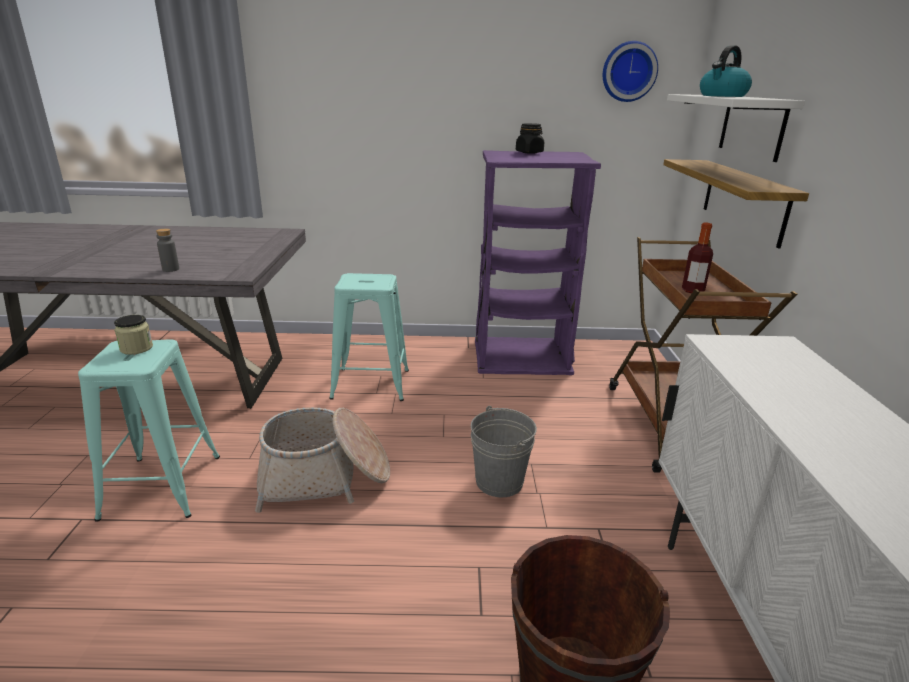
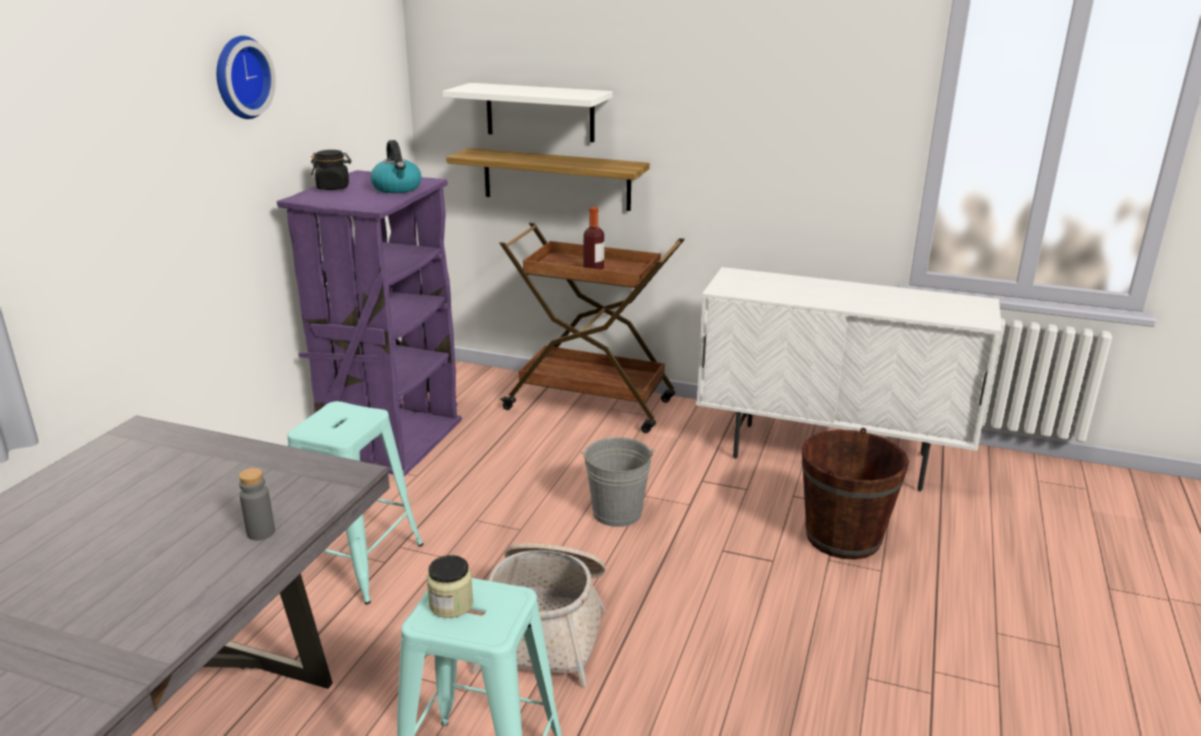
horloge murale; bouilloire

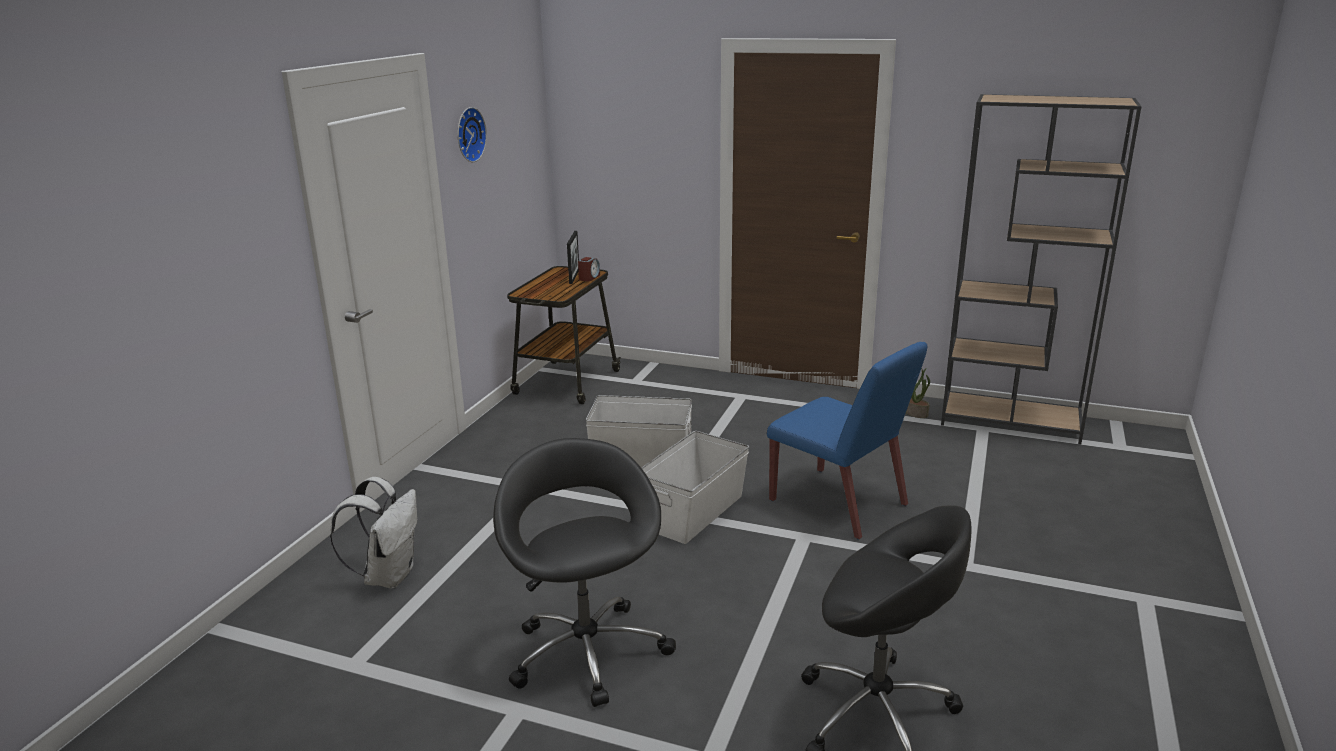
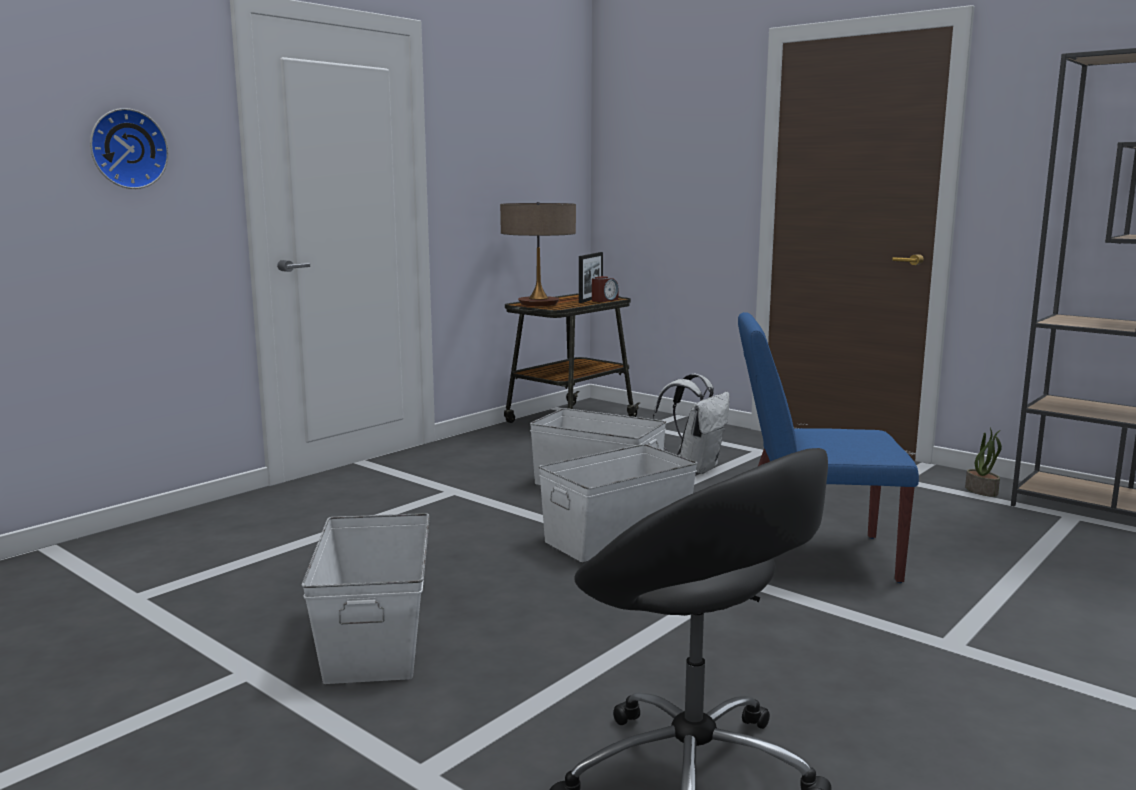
sac à dos (blanc); horloge murale; boîte de rangement (blanc) (1st from left); chaise (bleu); lampe de table

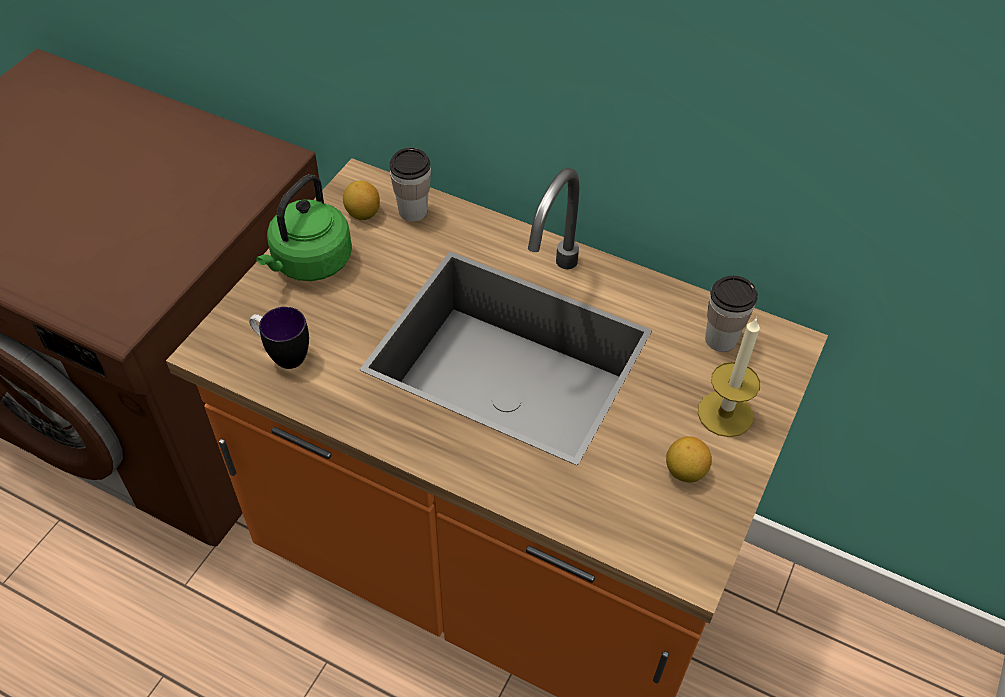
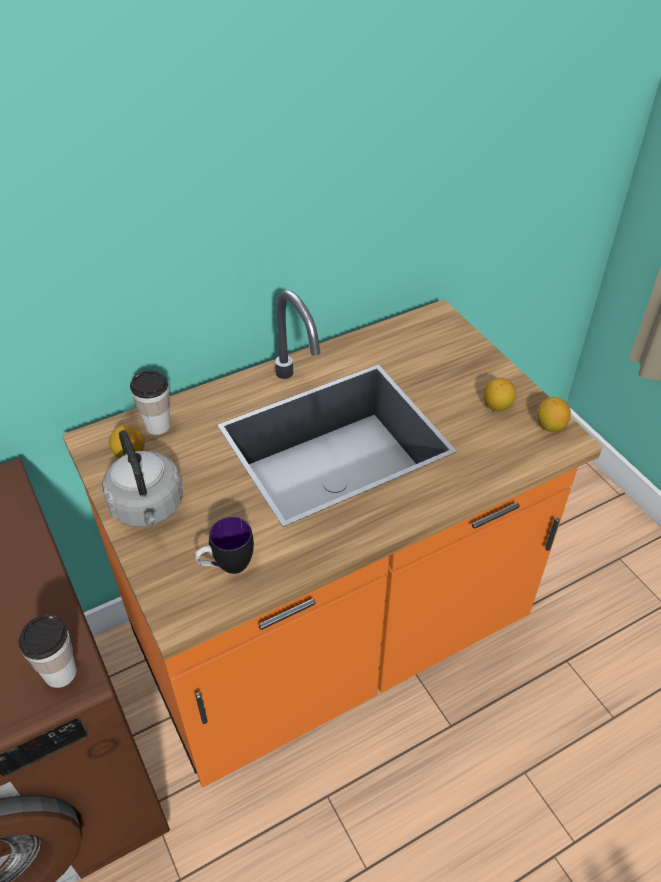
bouilloire (gris); bougie; tasse (1st from left); citron (3rd from left)

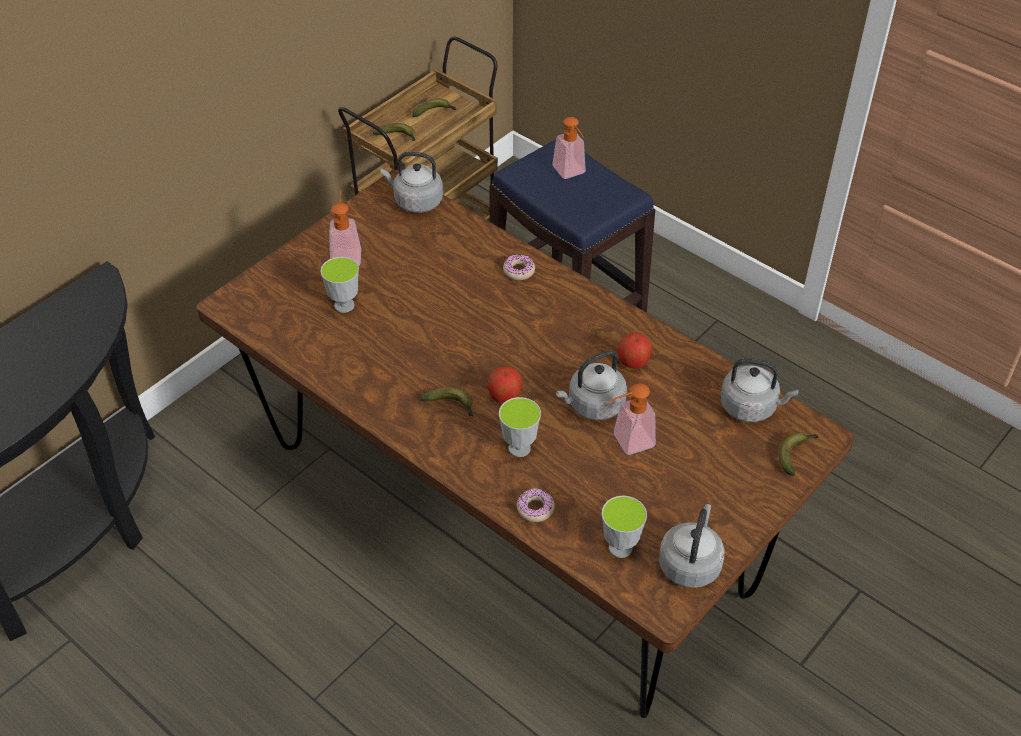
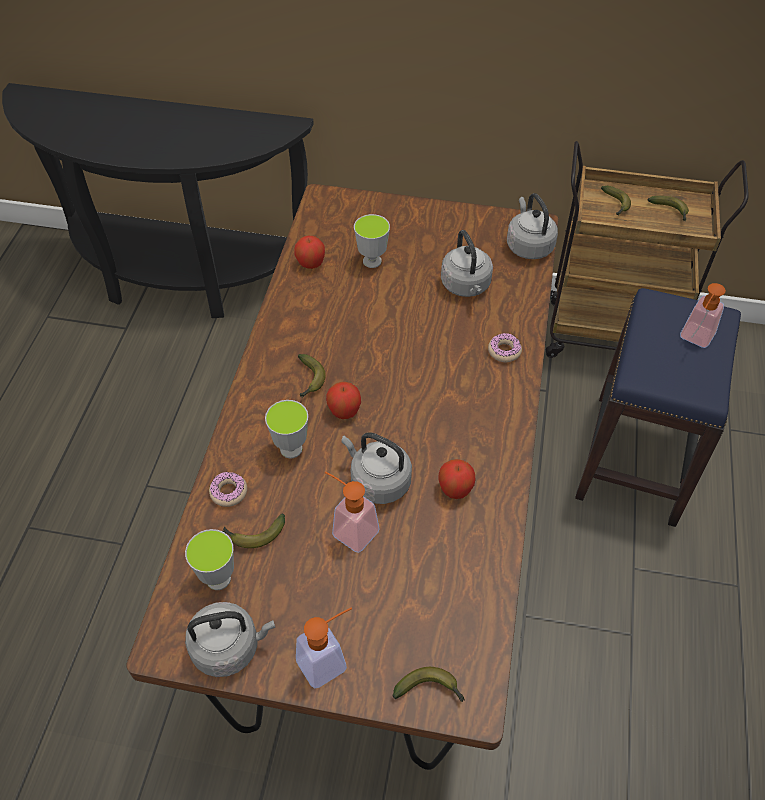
distributeur de savon (1st from left); bouilloire (gris) (3rd from left); banane (1st from left); pomme (1st from left)

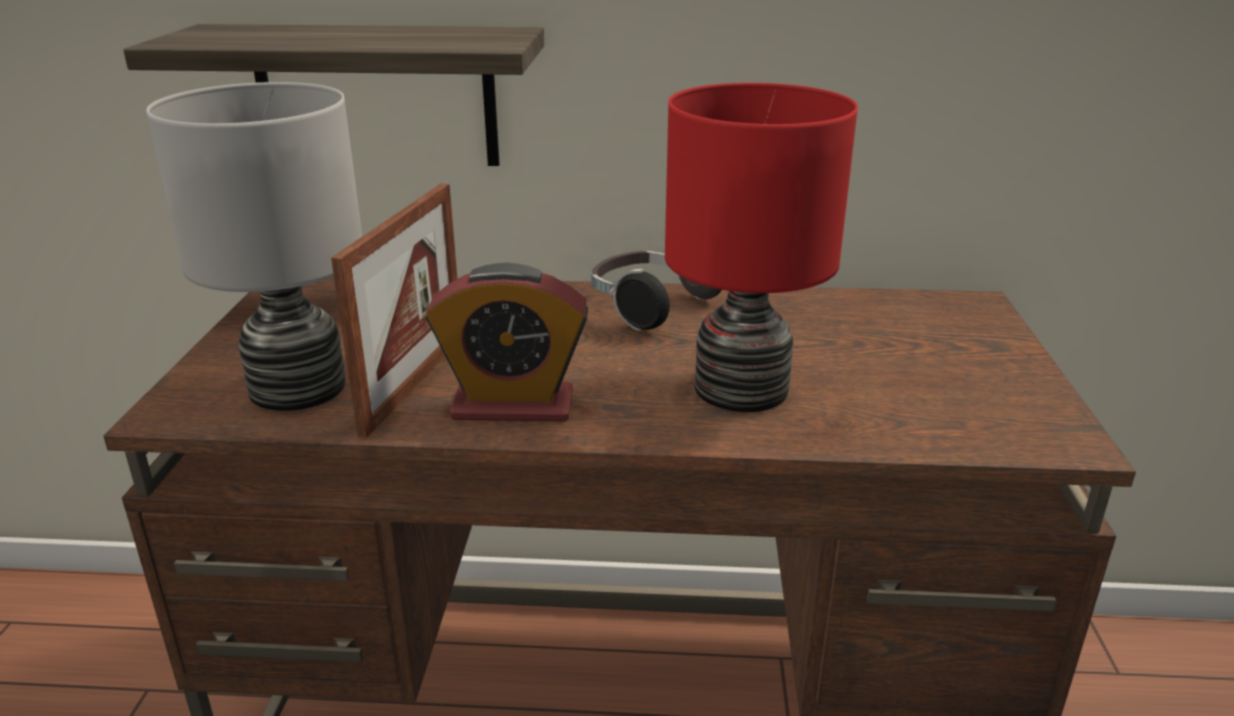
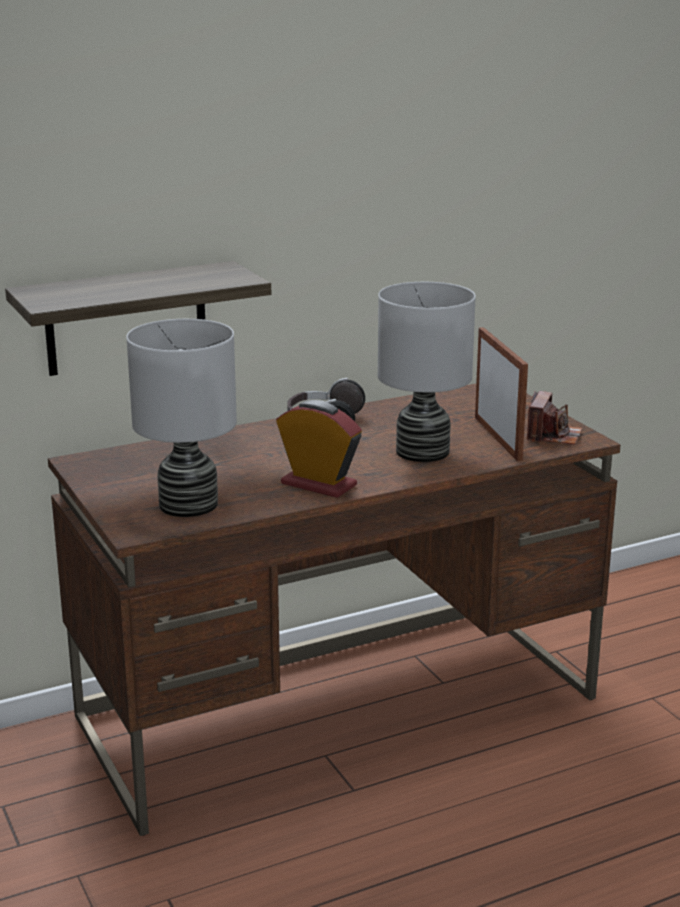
cadre photo; réveil; lampe de table (gris) (2nd from left); appareil photo

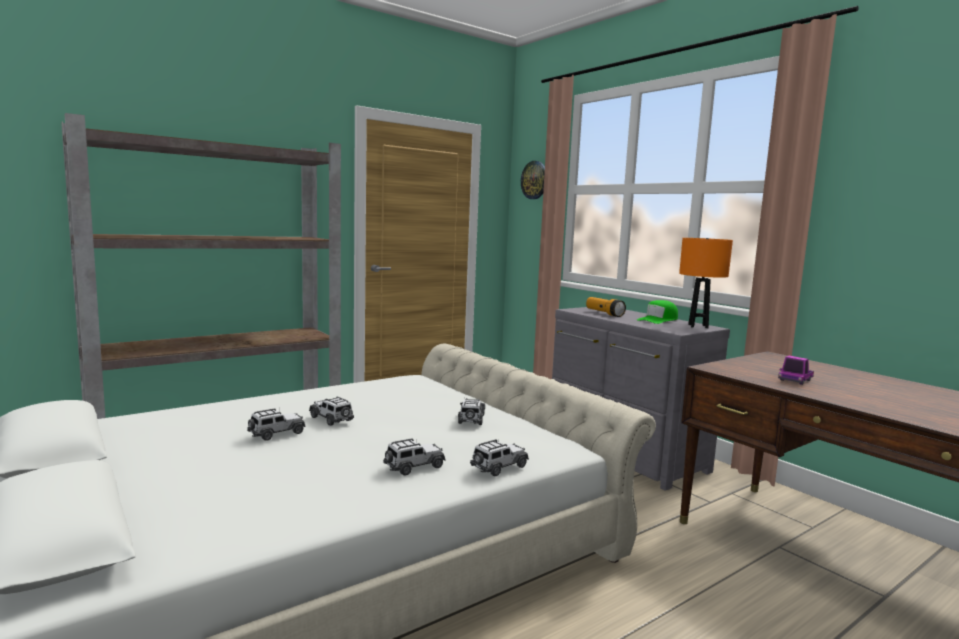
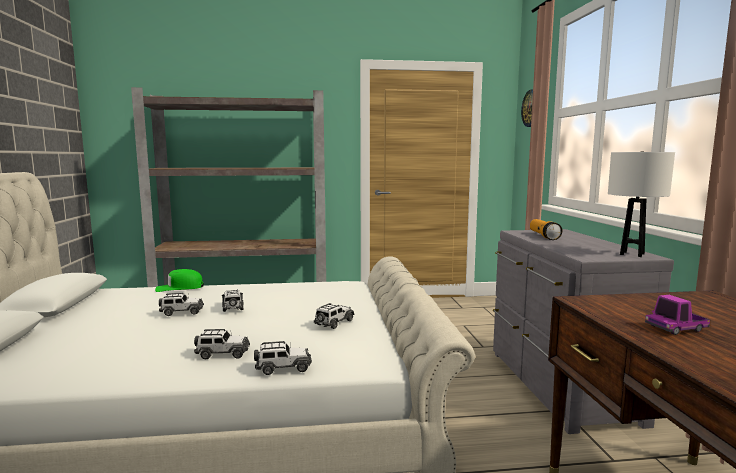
casquette (vert); lampe de table (blanc)

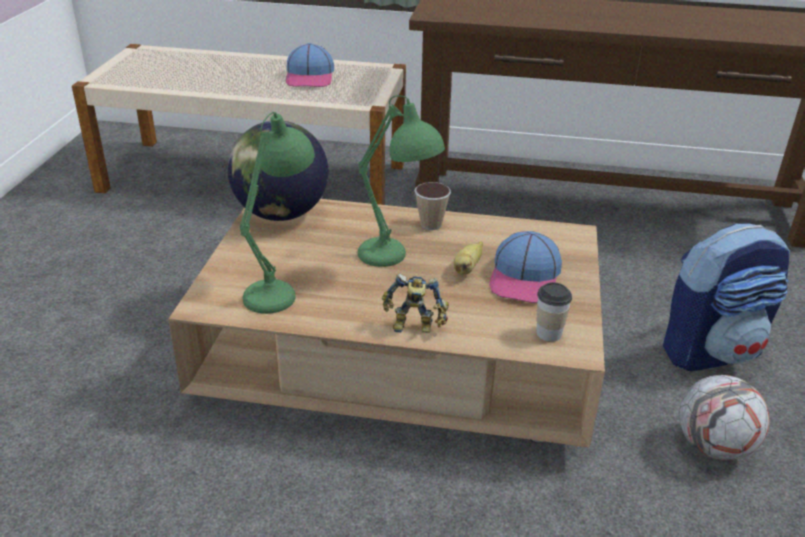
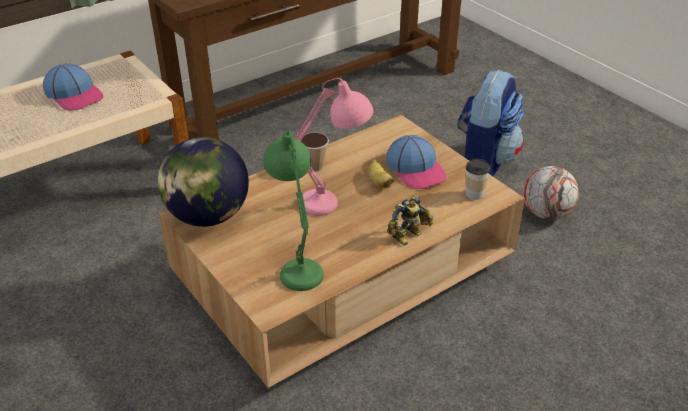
lampe de table (rose)

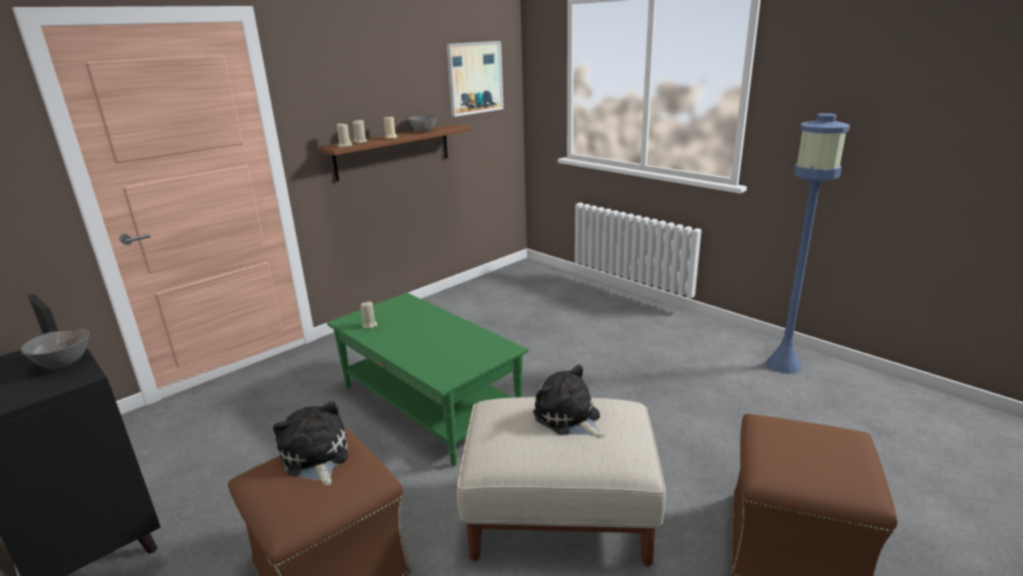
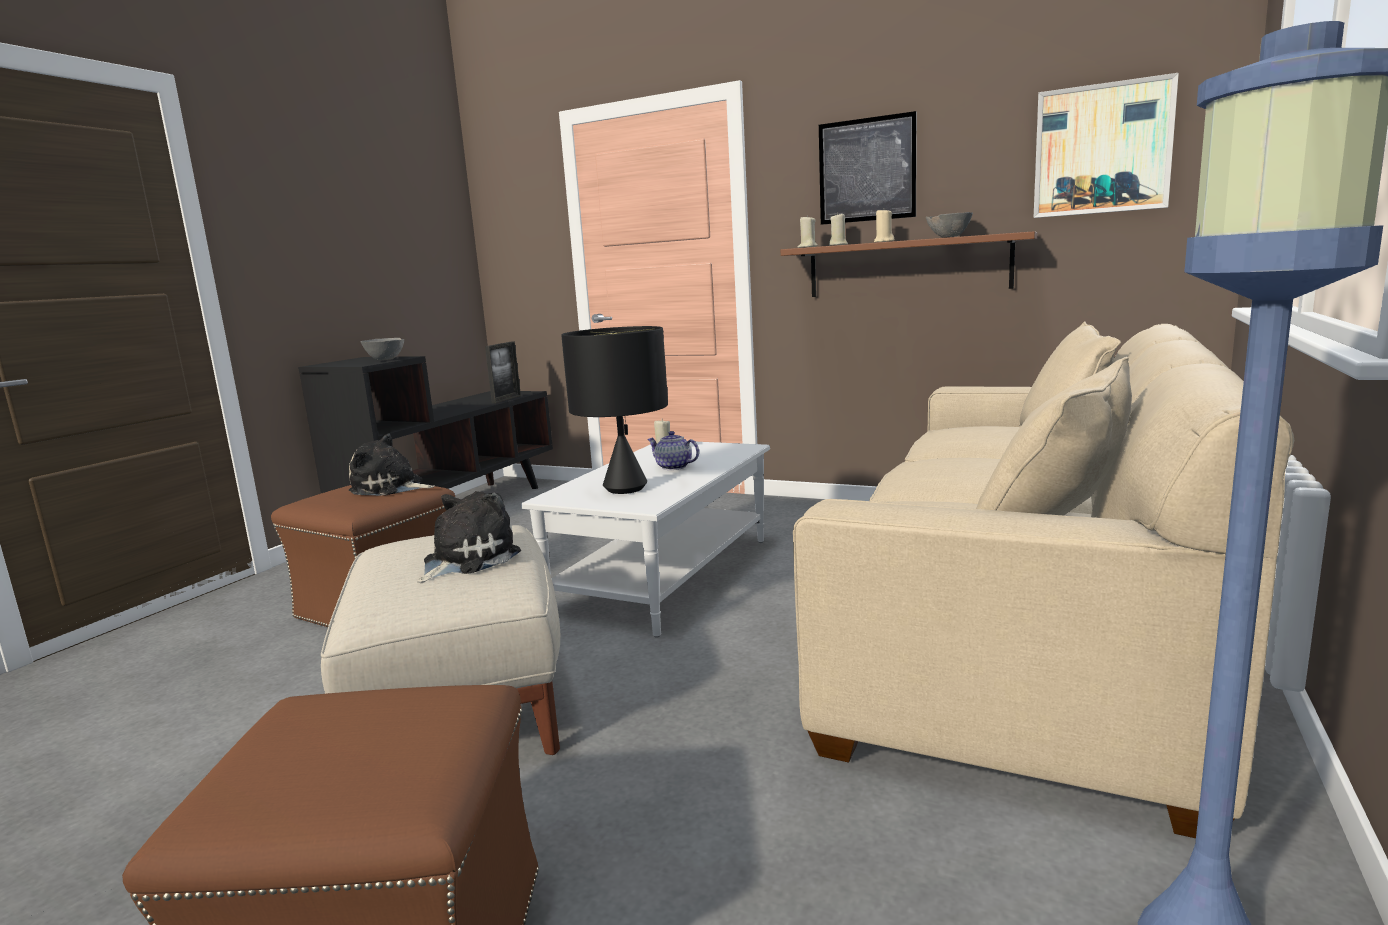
peluche (1st from left); table basse (blanc); lampe de table (noir); théière; canapé (beige); tableau (1st from left)

